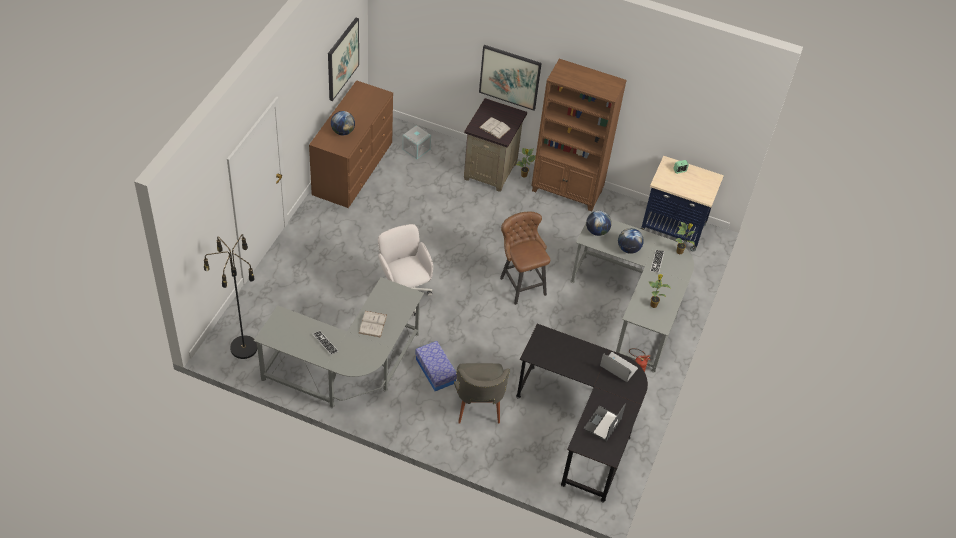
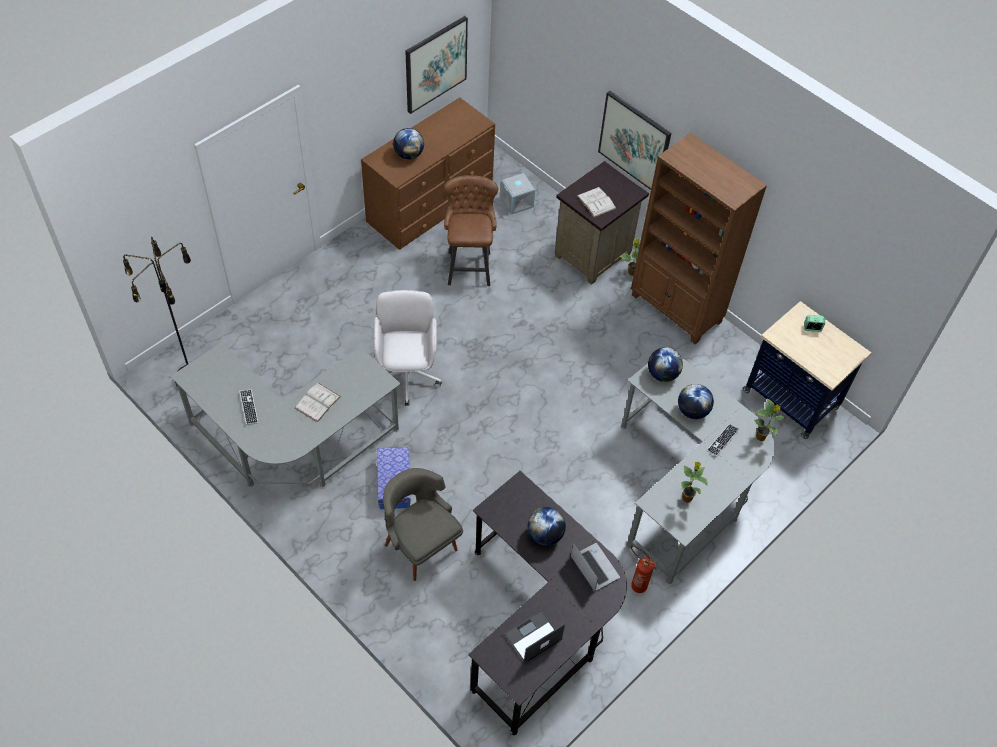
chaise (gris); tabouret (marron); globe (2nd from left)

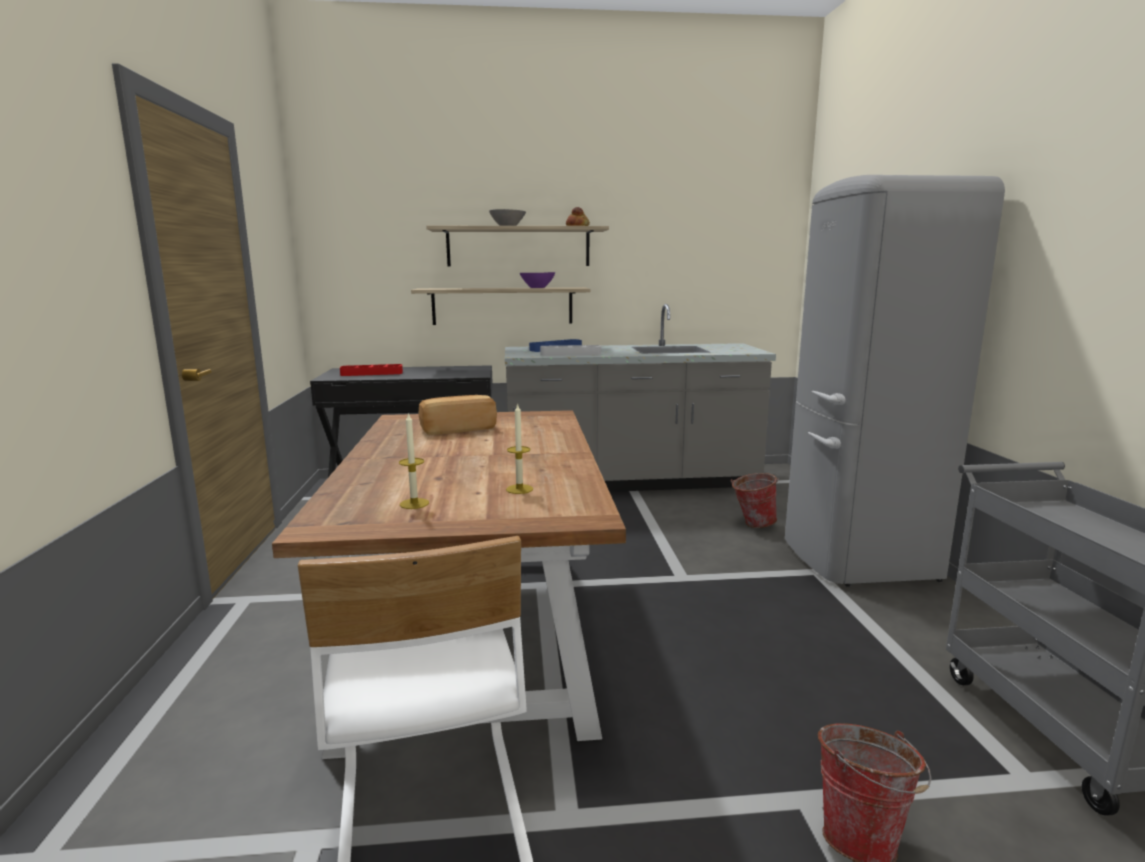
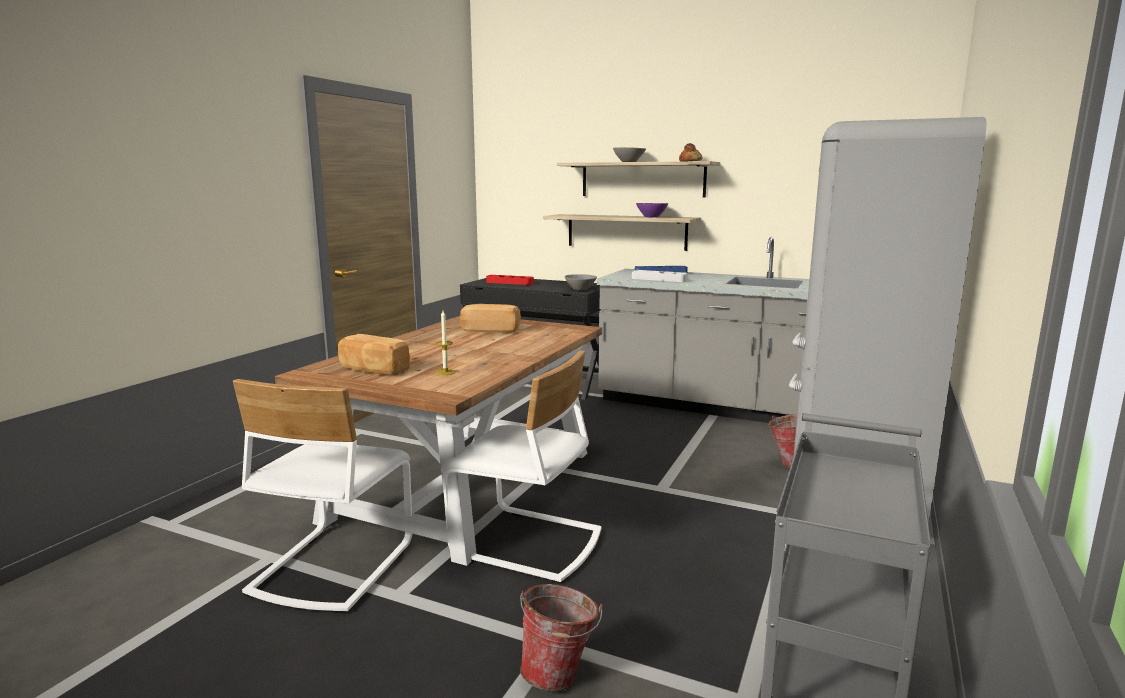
pain (1st from left); chaise (blanc) (2nd from left); bol (gris) (1st from left)

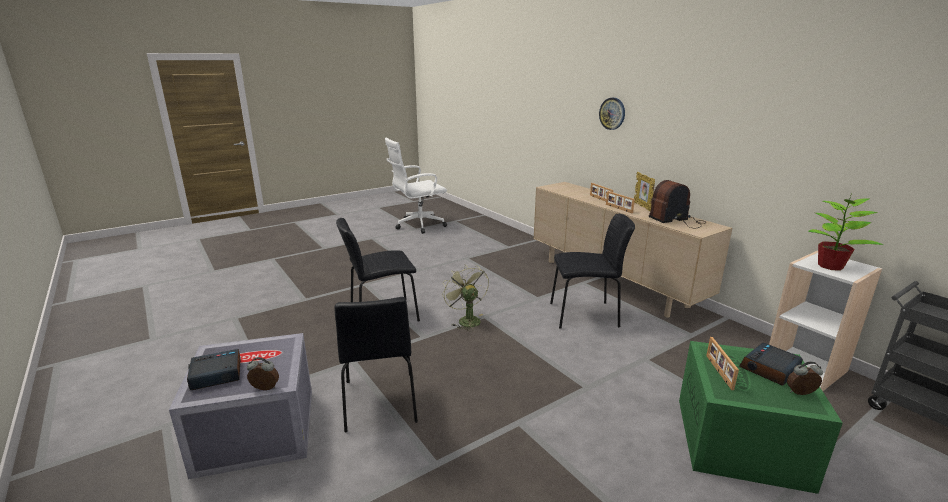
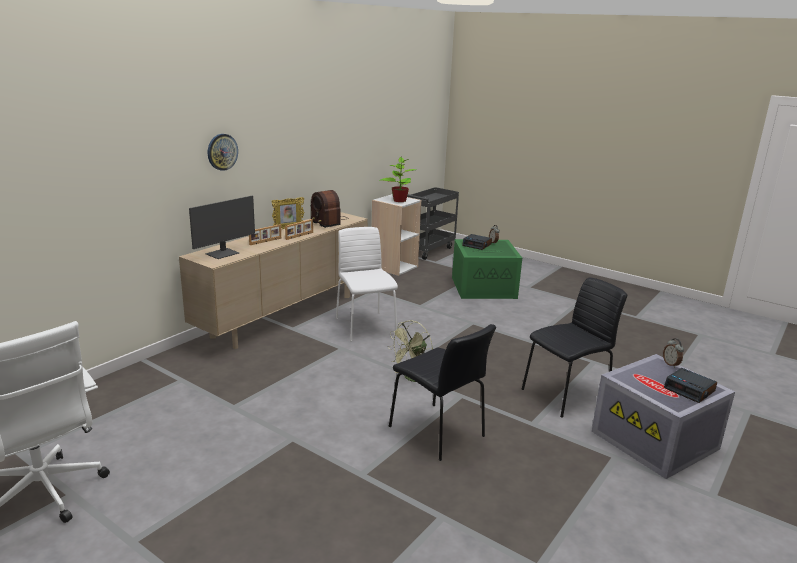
chaise (blanc); cadre photo (4th from left in the first image); écran d'ordinateur

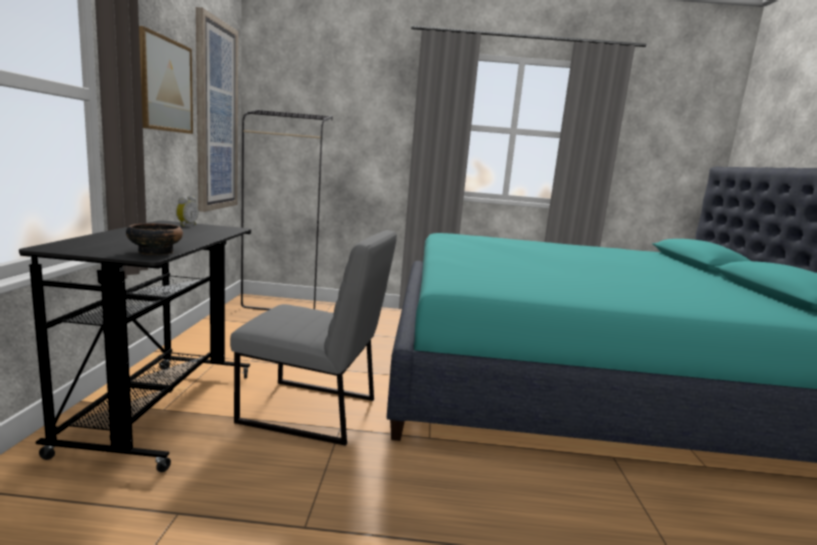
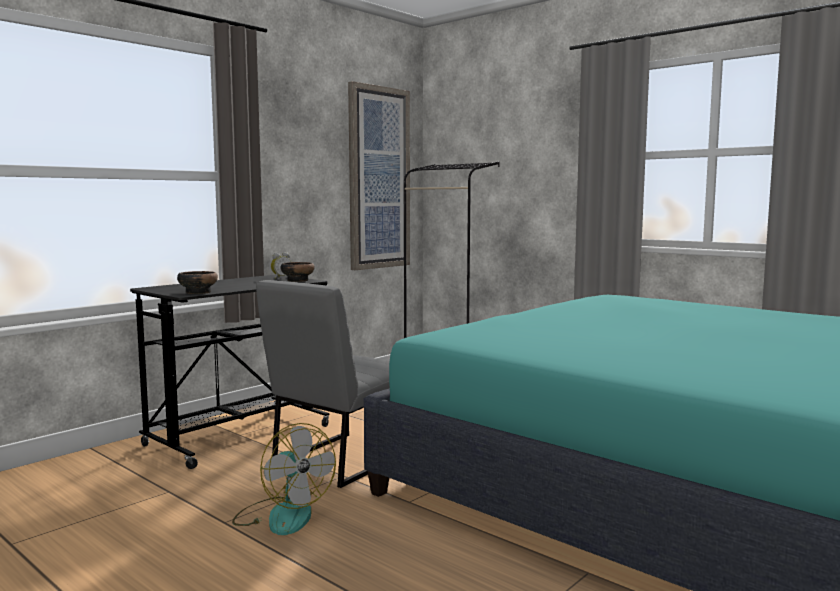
tableau (1st from left in the first image); chaise (gris); ventilateur; bol (2nd from left)

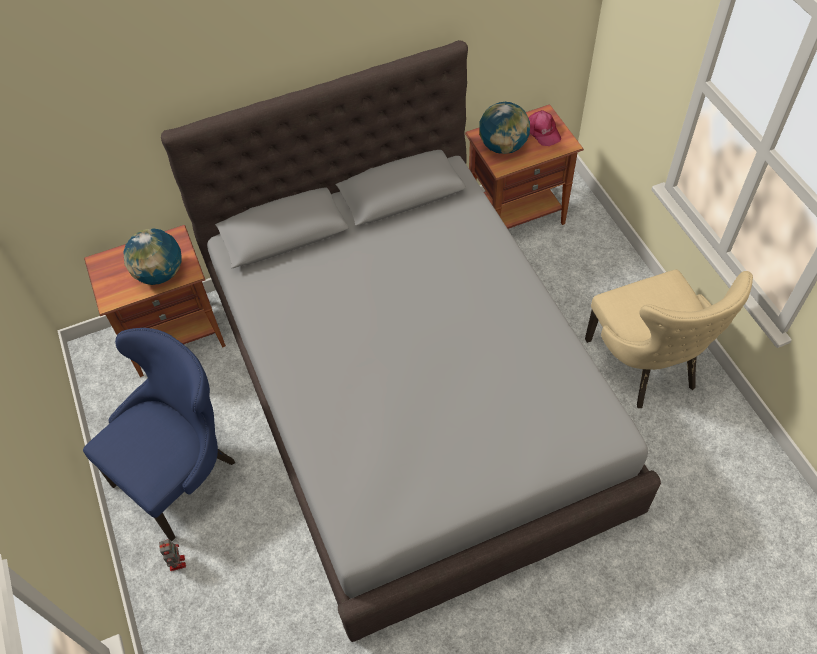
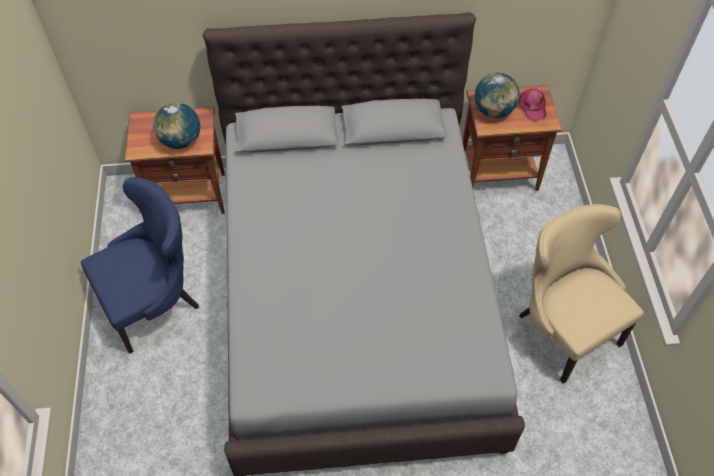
robot jouet; chaise (beige)

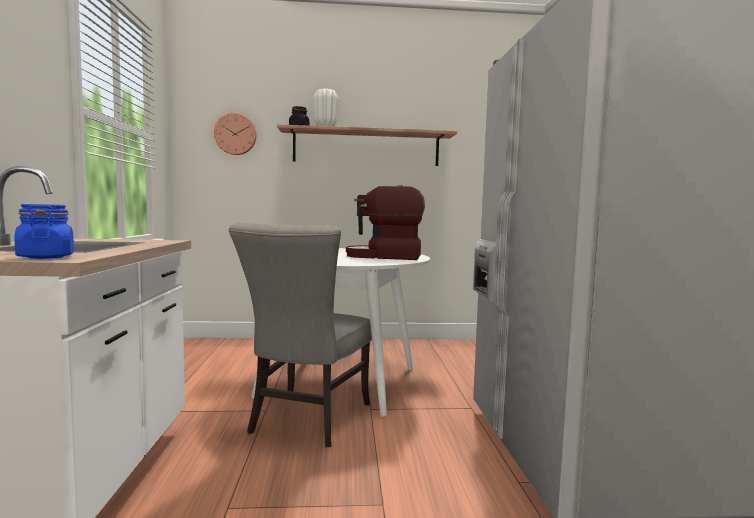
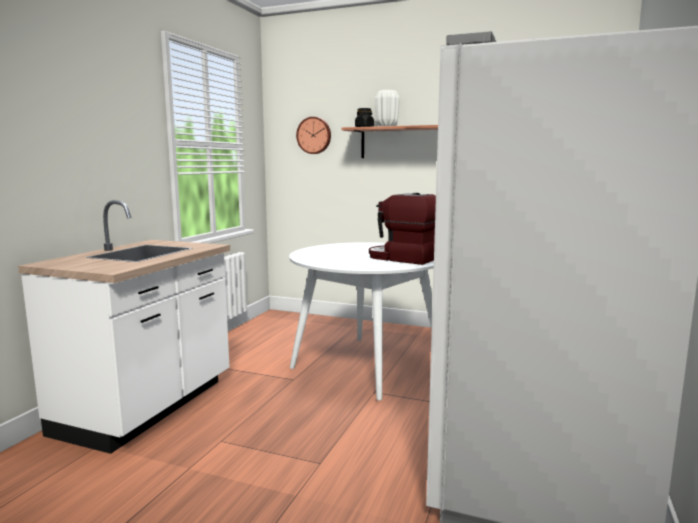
bocal (bleu); chaise (gris)

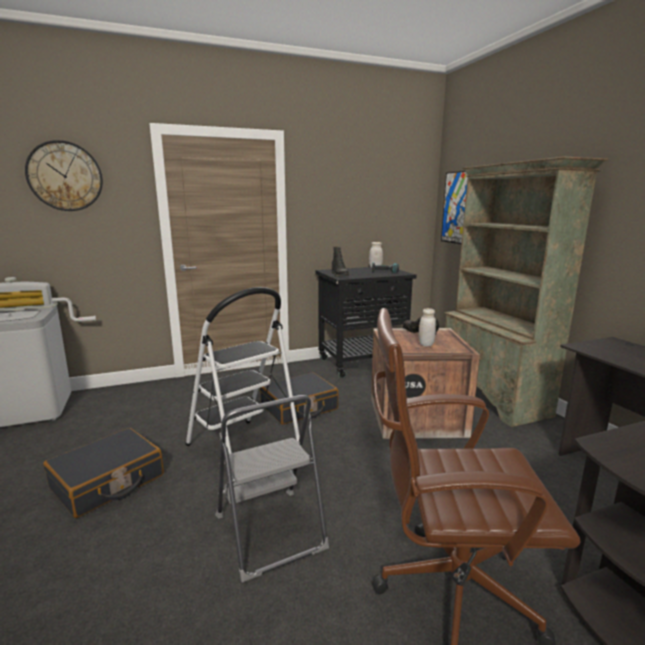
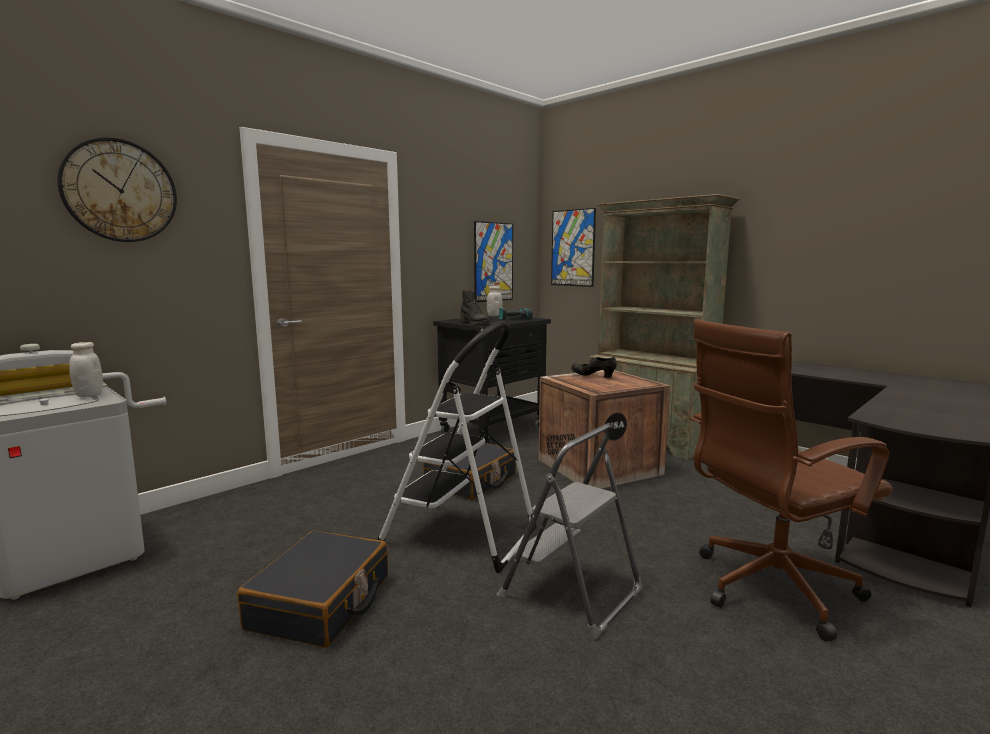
bocal (blanc) (1st from left); tableau (1st from left)

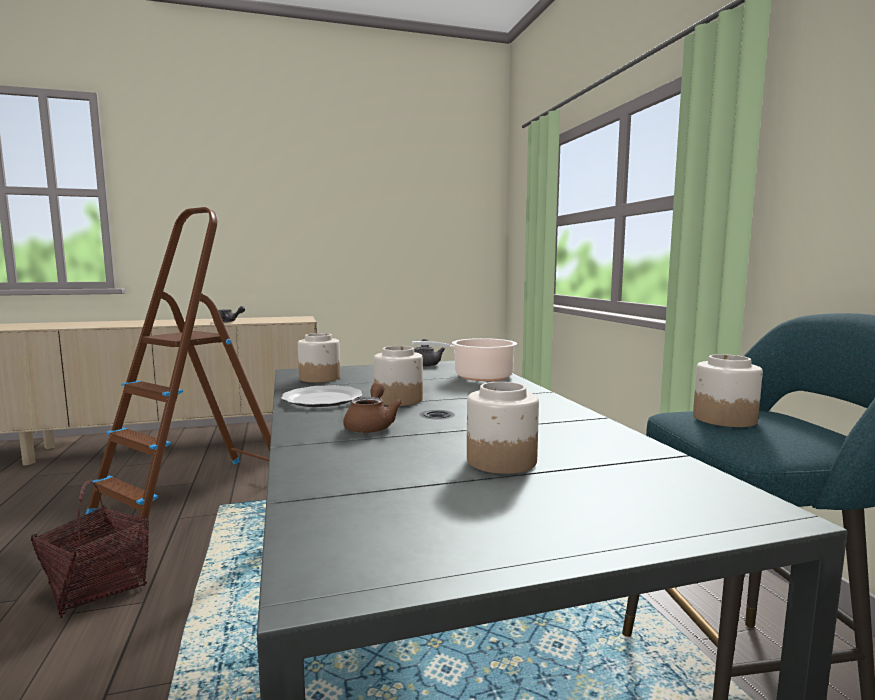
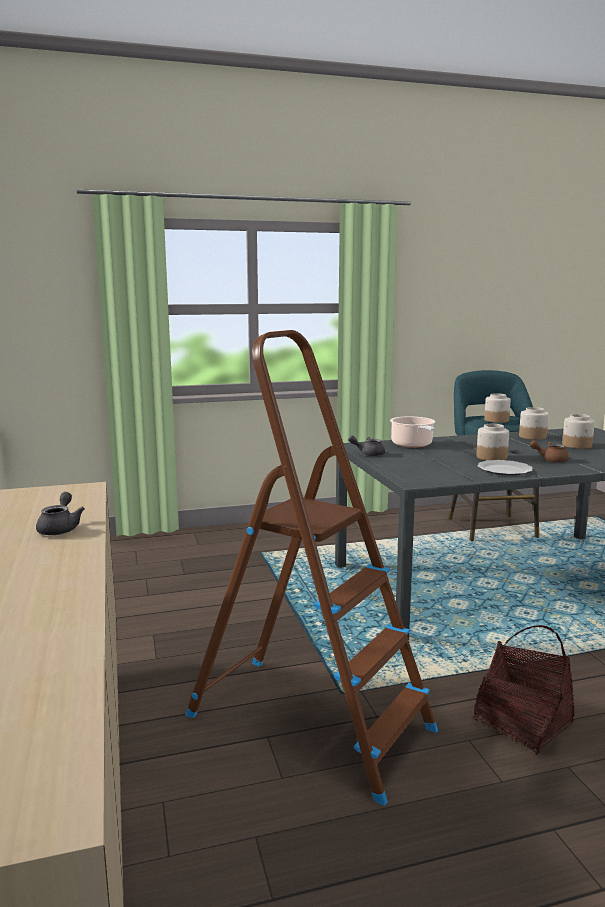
bocal (3rd from left)

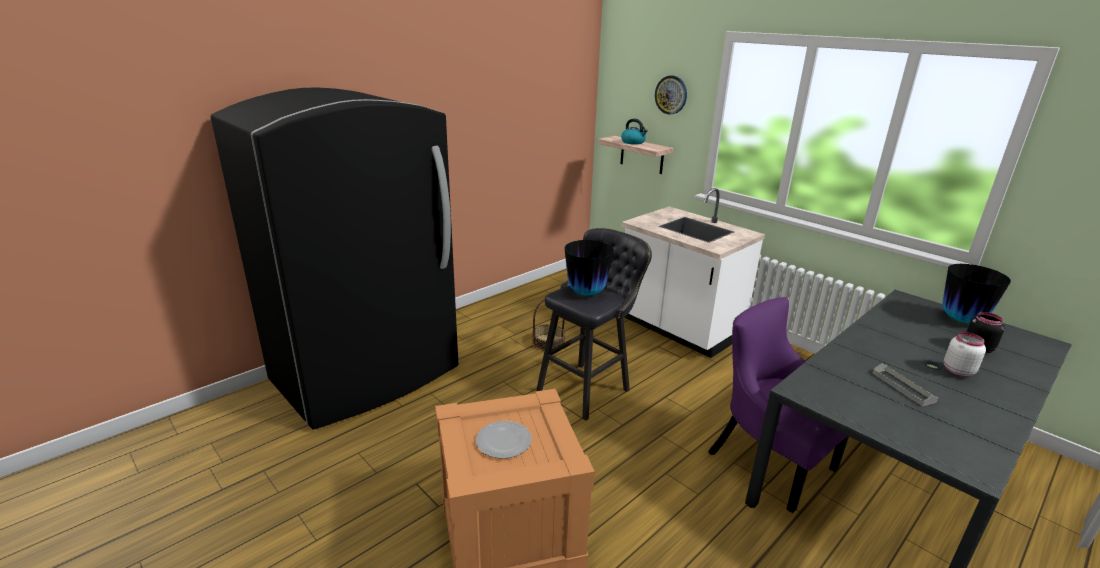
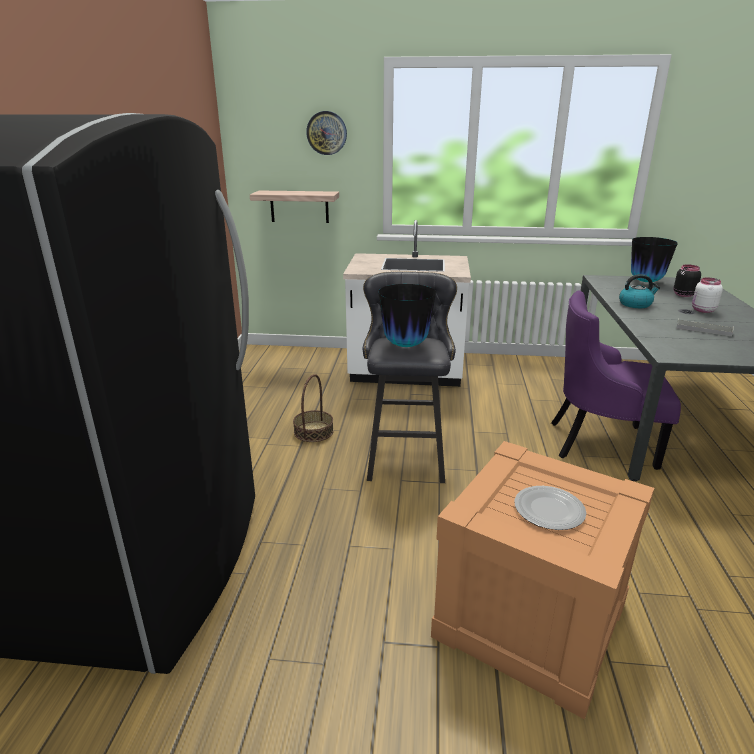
bouilloire

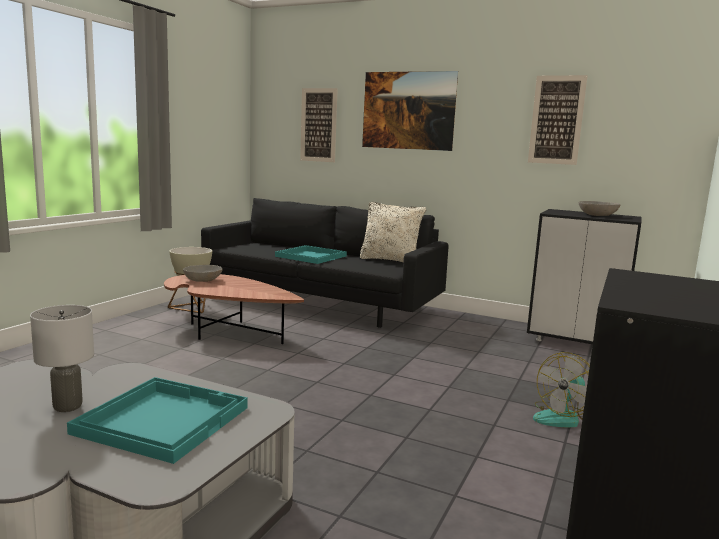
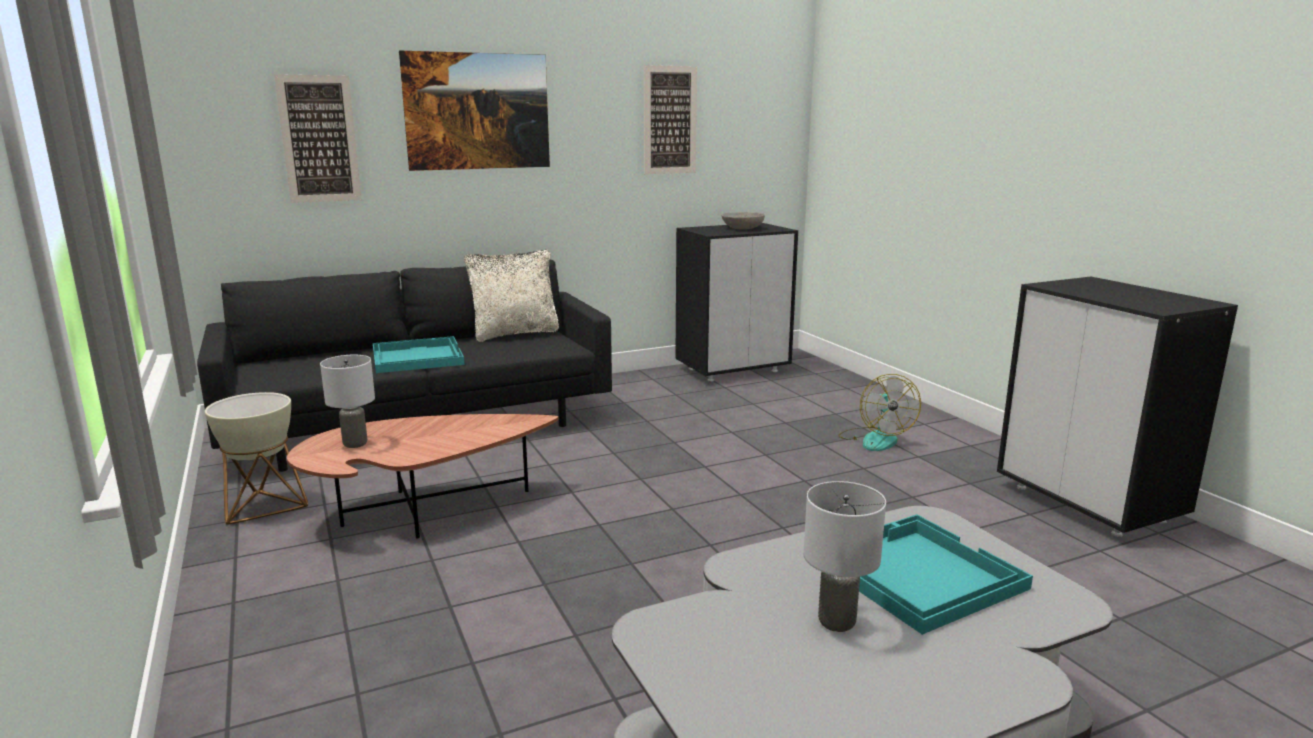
lampe de table (blanc) (1st from left)

